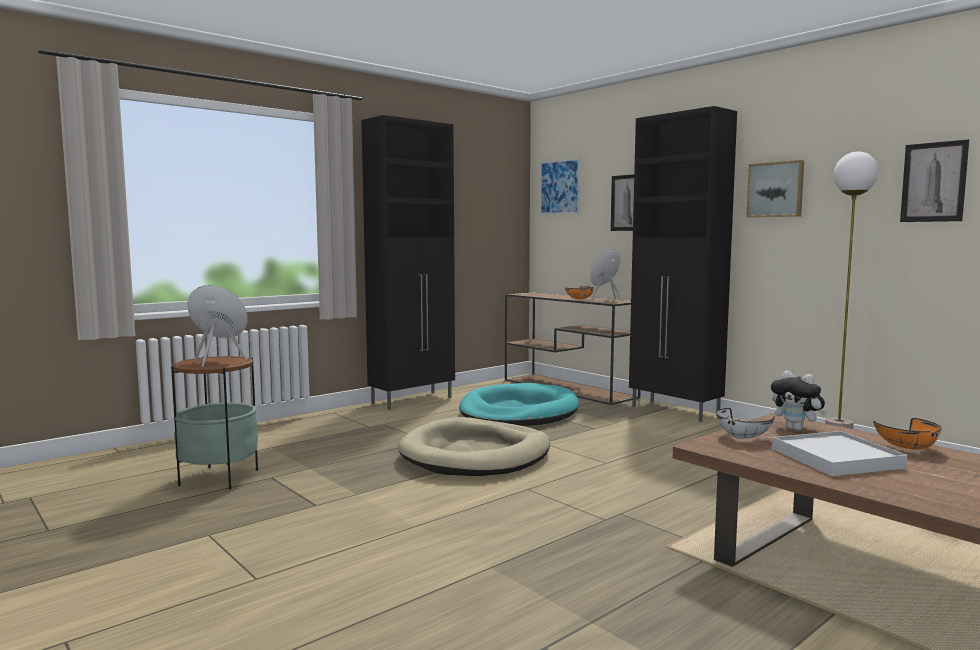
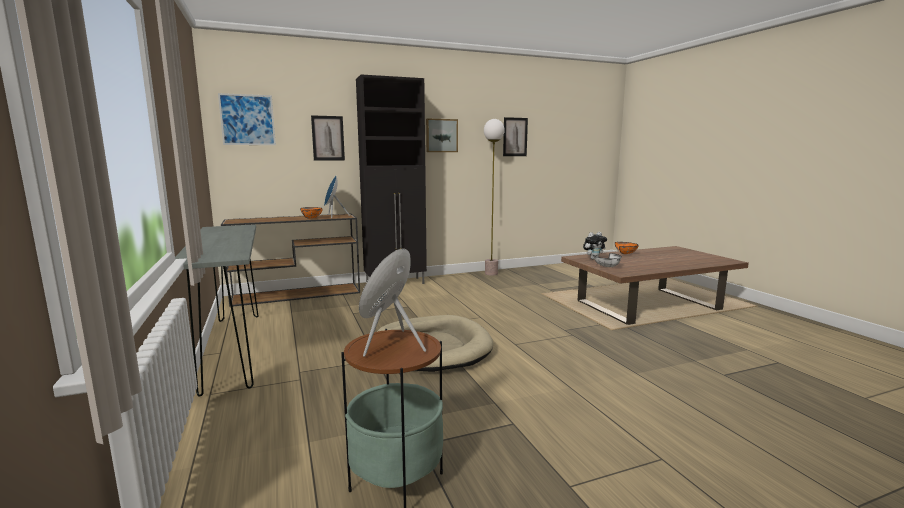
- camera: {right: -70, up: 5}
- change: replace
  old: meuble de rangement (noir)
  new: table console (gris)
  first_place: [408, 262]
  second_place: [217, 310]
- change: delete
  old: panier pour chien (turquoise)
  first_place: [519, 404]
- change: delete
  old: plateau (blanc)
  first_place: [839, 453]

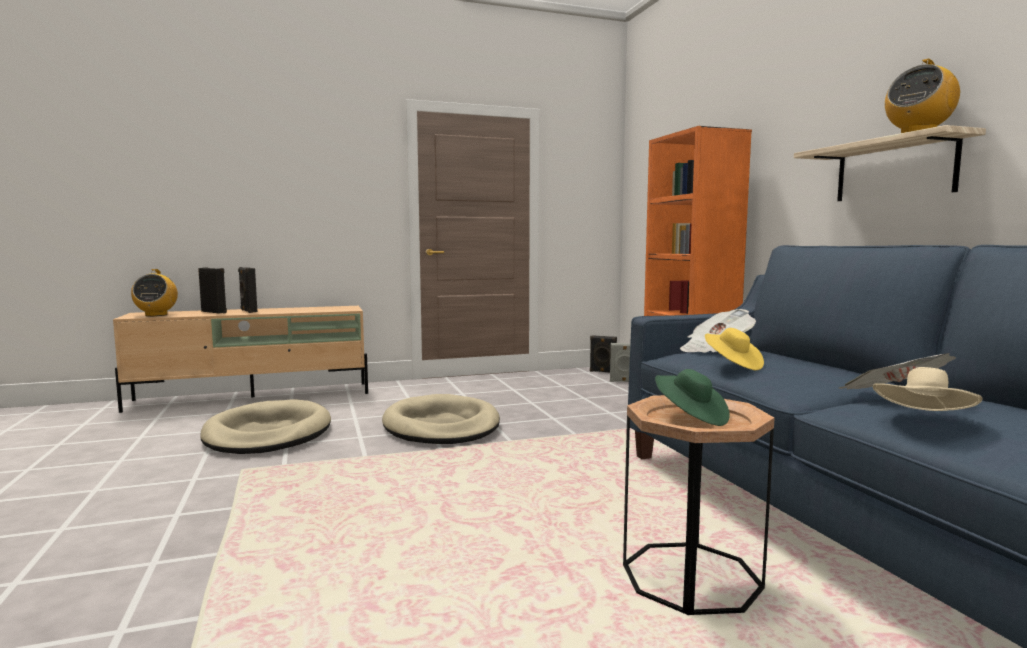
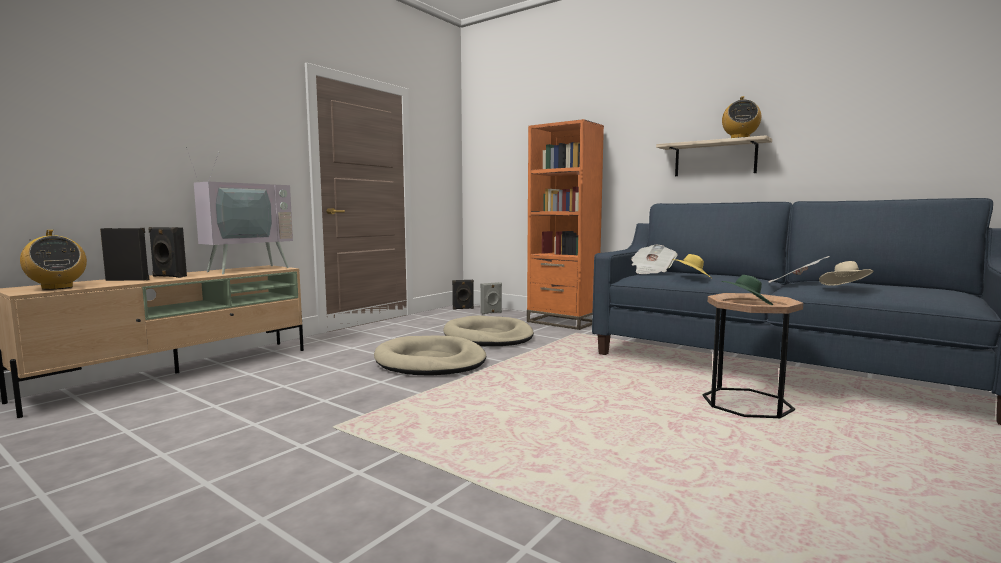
- camera: {right: -35, up: 0}
- change: move
  old: panier pour chien (beige)
  first_place: [265, 426]
  second_place: [488, 331]
- change: insert
  new: téléviseur
  second_place: [239, 210]

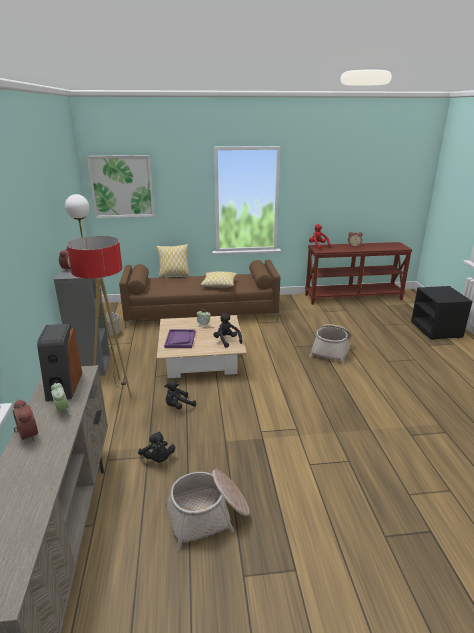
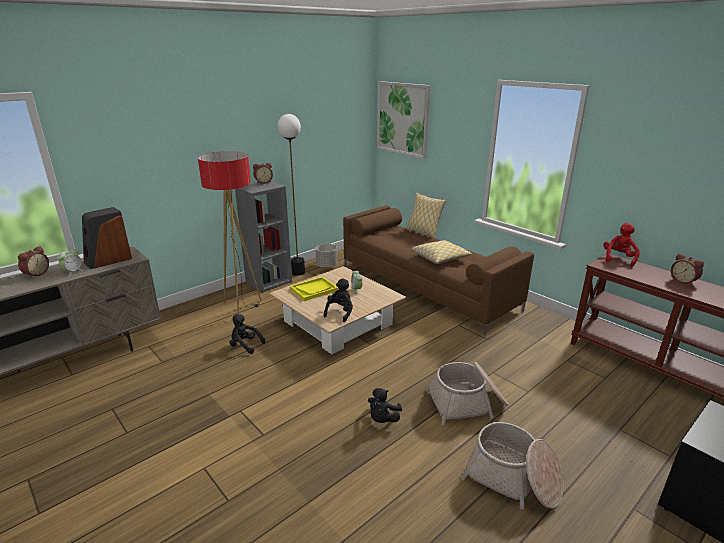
- camera: {right: 55, up: 0}
- change: move
  old: peluche (noir)
  first_place: [156, 447]
  second_place: [385, 405]
- change: recolor
  old: plateau (violet)
  new: plateau (jaune)
  first_place: [179, 338]
  second_place: [314, 289]
- change: move
  old: panier
  first_place: [207, 509]
  second_place: [512, 466]

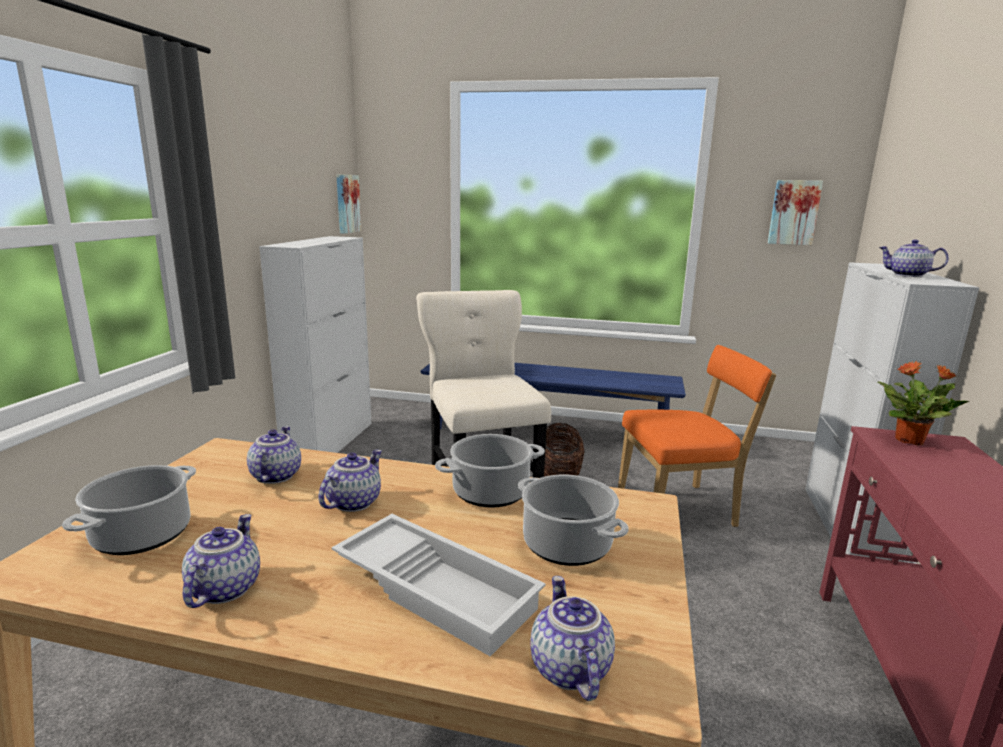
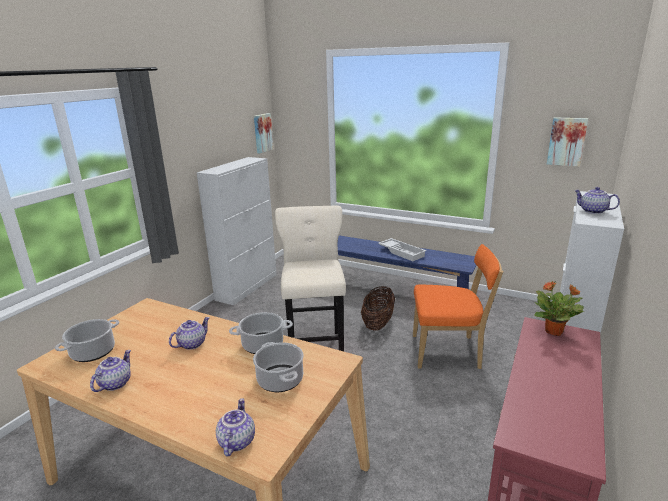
- camera: {right: 15, up: 5}
- change: delete
  old: théière
  first_place: [274, 455]
- change: move
  old: plateau (blanc)
  first_place: [439, 585]
  second_place: [403, 249]

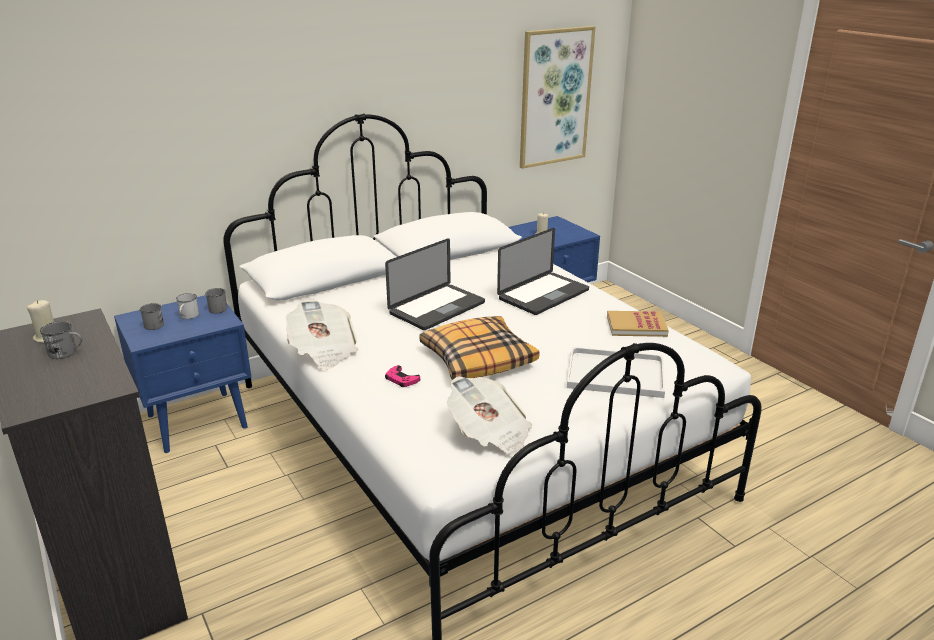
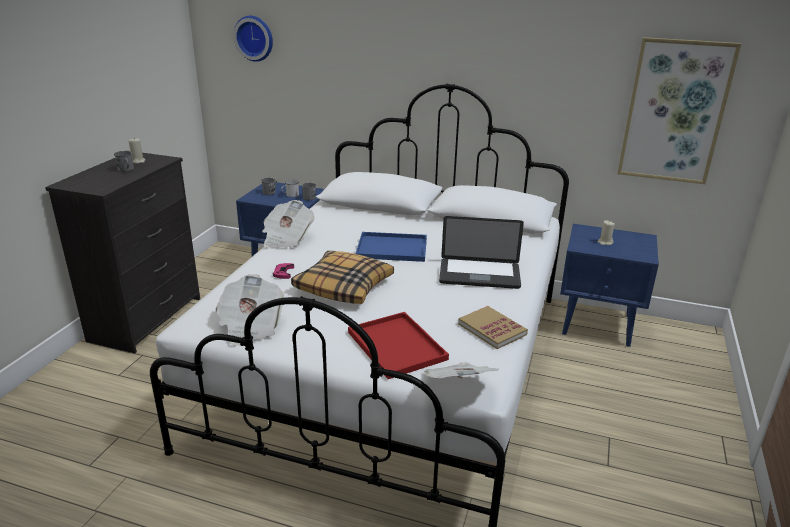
- camera: {right: 50, up: 0}
- change: replace
  old: ordinateur portable
  new: plateau (bleu)
  first_place: [435, 284]
  second_place: [391, 247]
- change: recolor
  old: plateau (blanc)
  new: plateau (rouge)
  first_place: [616, 372]
  second_place: [398, 345]
- change: insert
  new: horloge murale
  second_place: [253, 39]
- change: insert
  new: journal
  second_place: [461, 370]

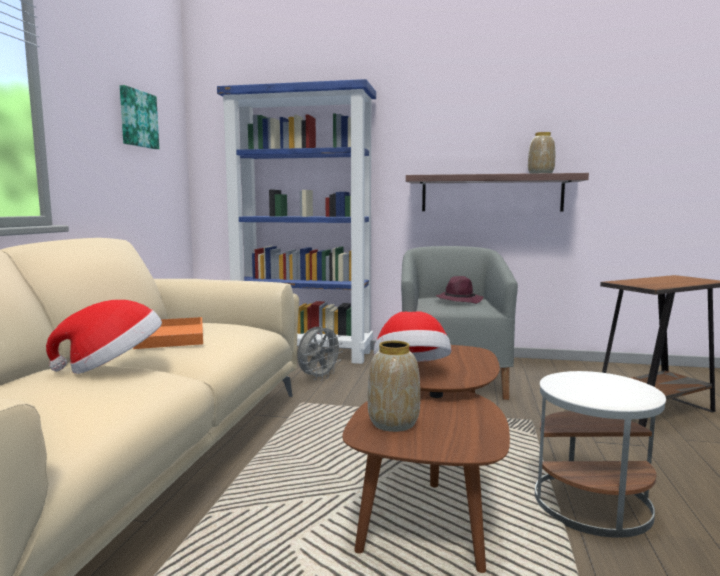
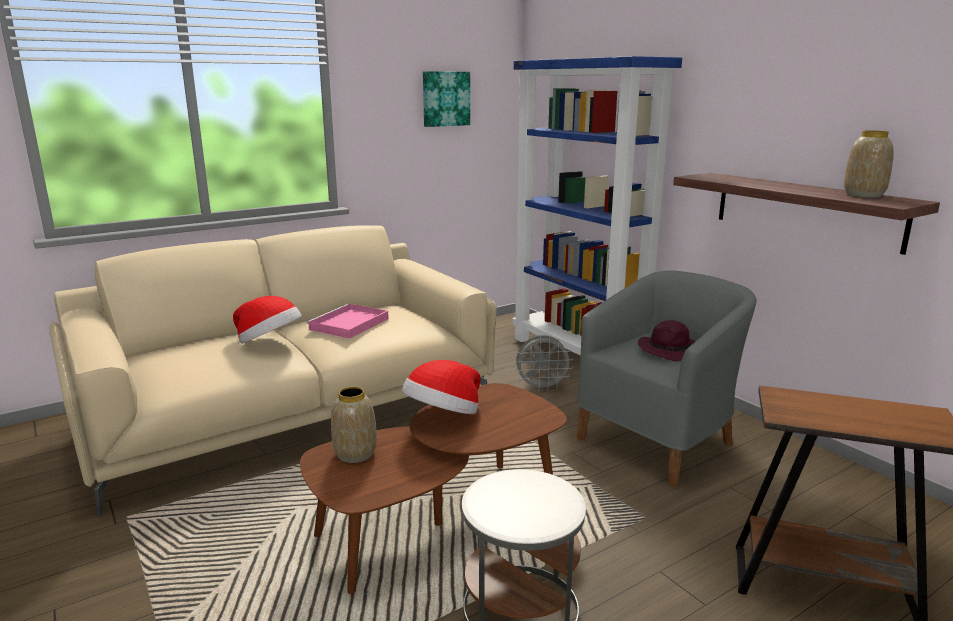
- camera: {right: 45, up: 10}
- change: recolor
  old: plateau (orange)
  new: plateau (rose)
  first_place: [168, 333]
  second_place: [348, 321]

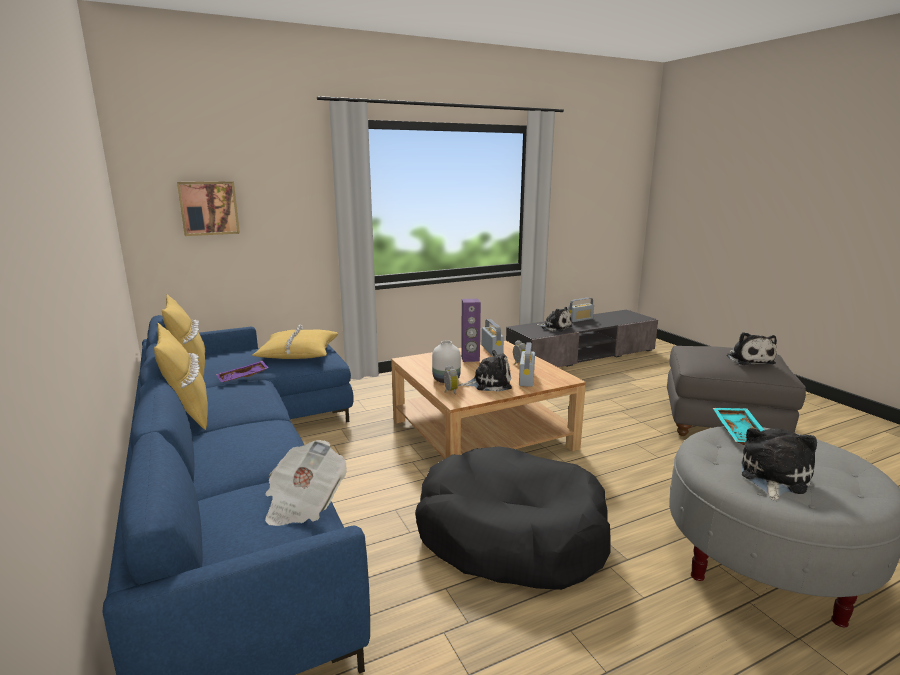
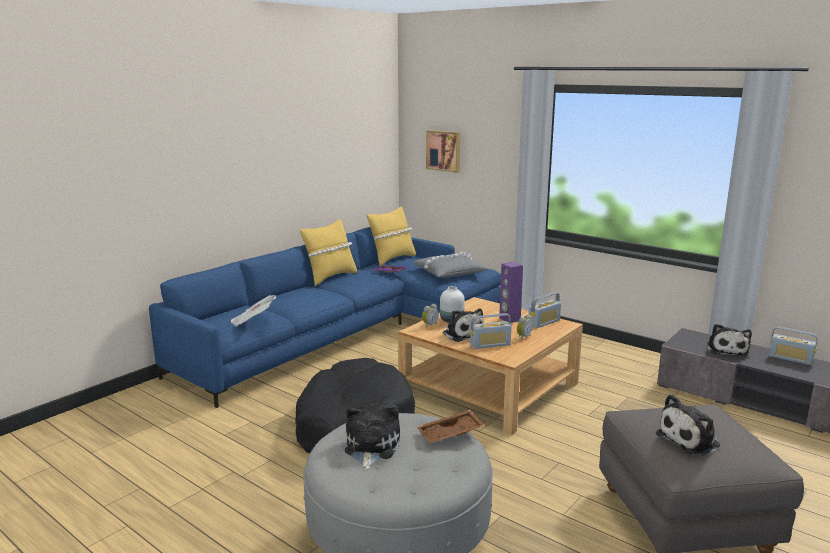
- camera: {right: 65, up: 0}
- change: recolor
  old: coussin (jaune)
  new: coussin (gris)
  first_place: [295, 342]
  second_place: [450, 265]
- change: recolor
  old: plateau (turquoise)
  new: plateau (marron)
  first_place: [738, 426]
  second_place: [451, 426]
- change: rotate
  old: peluche
  first_place: [779, 464]
  second_place: [372, 436]
  degrees: -90

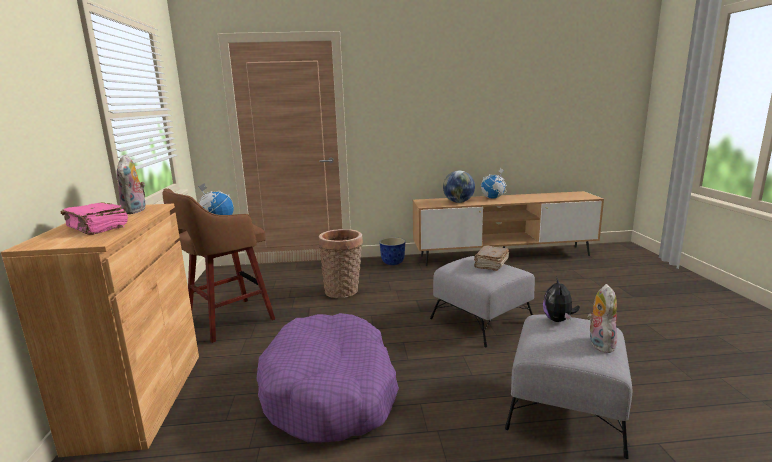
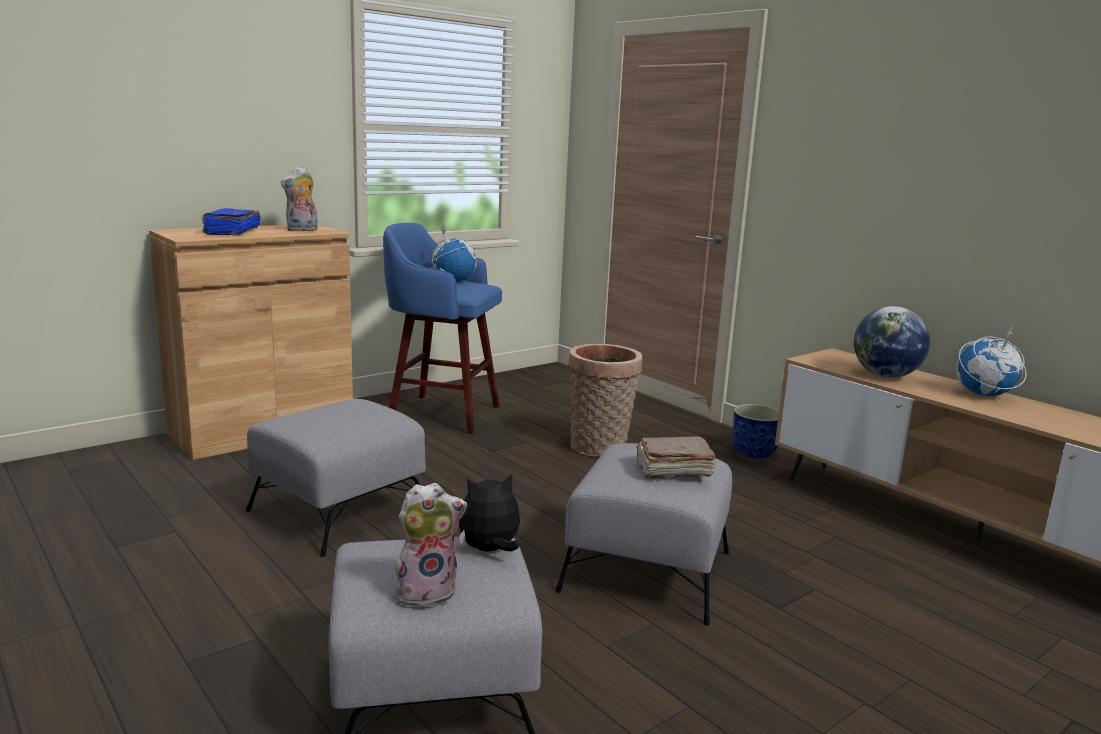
- camera: {right: 55, up: 0}
- change: recolor
  old: livre (rose)
  new: livre (bleu)
  first_place: [94, 218]
  second_place: [231, 222]
- change: recolor
  old: tabouret (marron)
  new: tabouret (bleu)
  first_place: [219, 265]
  second_place: [442, 328]
- change: replace
  old: panier pour chien (violet)
  new: pouf (gris)
  first_place: [327, 378]
  second_place: [336, 478]

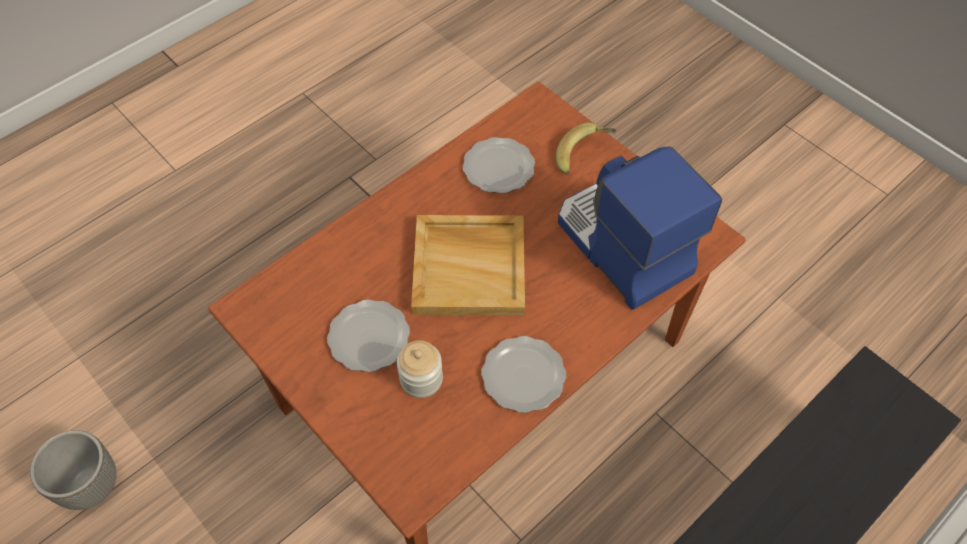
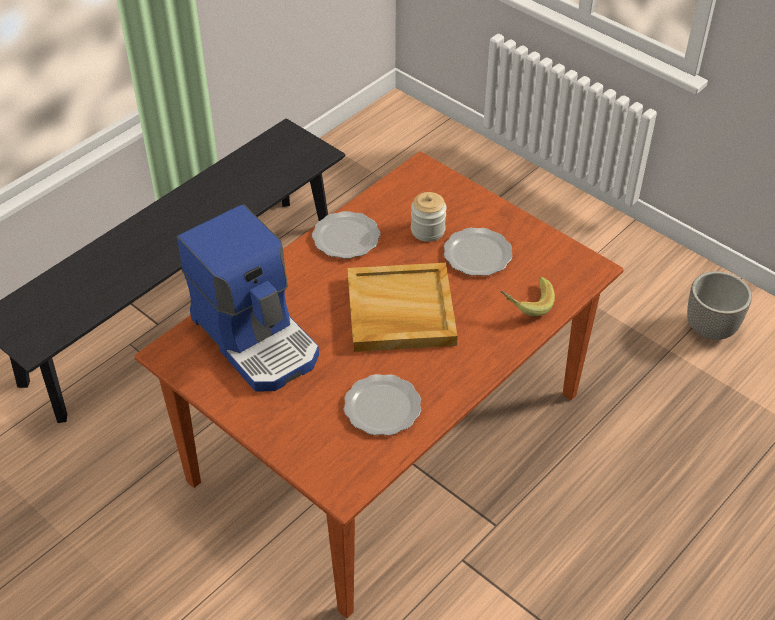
- camera: {right: 175, up: -10}
- change: move
  old: banane
  first_place: [586, 149]
  second_place: [527, 296]

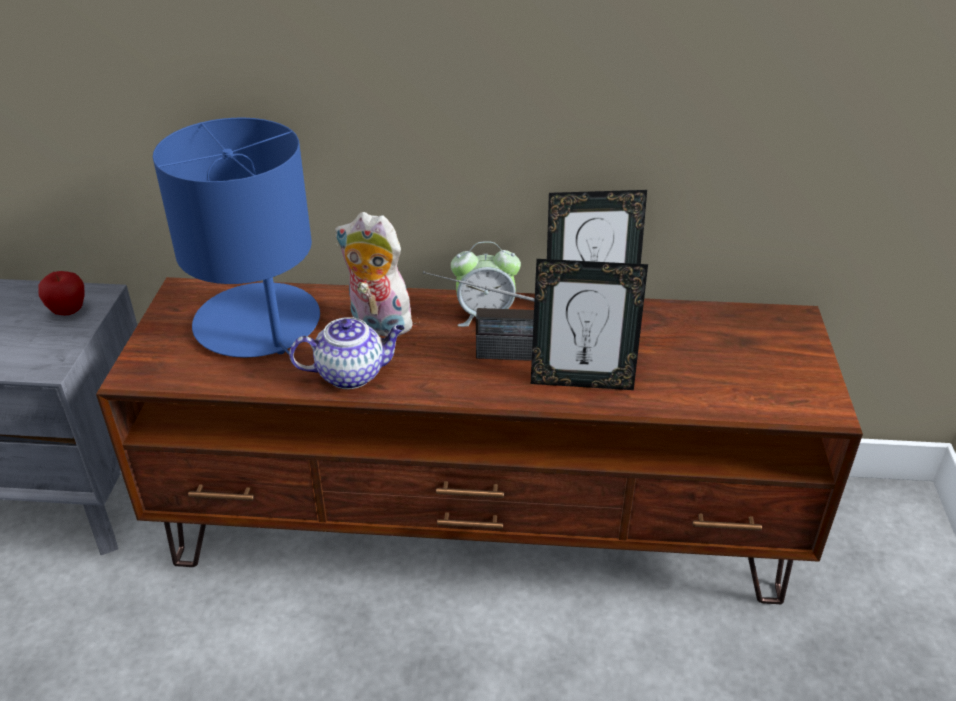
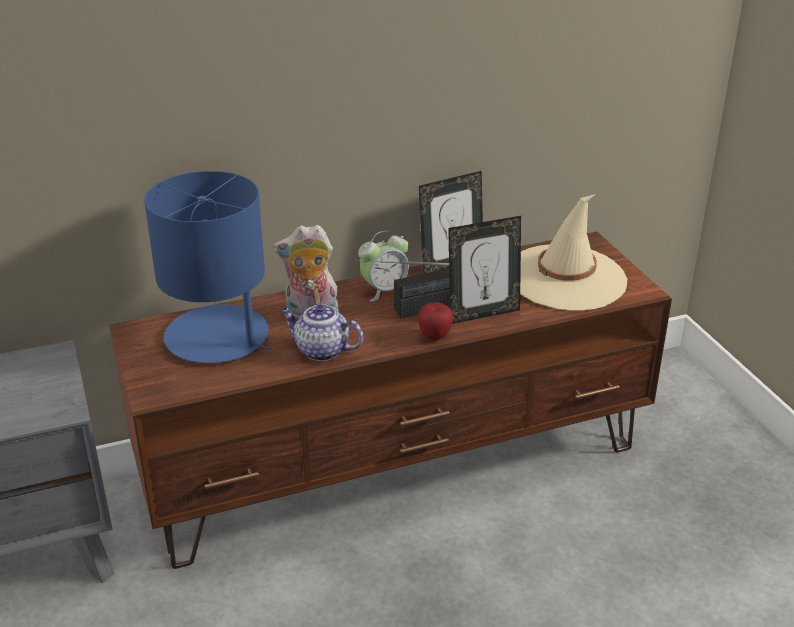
- camera: {right: -25, up: -5}
- change: move
  old: pomme
  first_place: [61, 293]
  second_place: [435, 321]
- change: rotate
  old: théière
  first_place: [347, 353]
  second_place: [321, 333]
  degrees: -120
- change: insert
  new: chapeau (beige)
  second_place: [573, 252]

